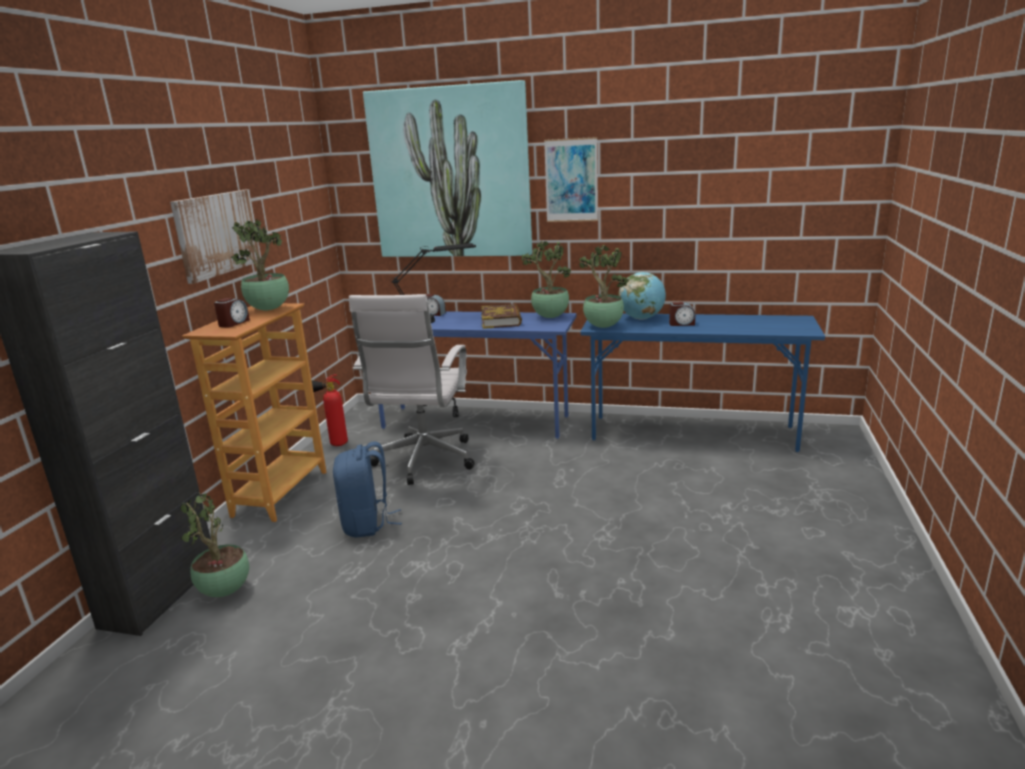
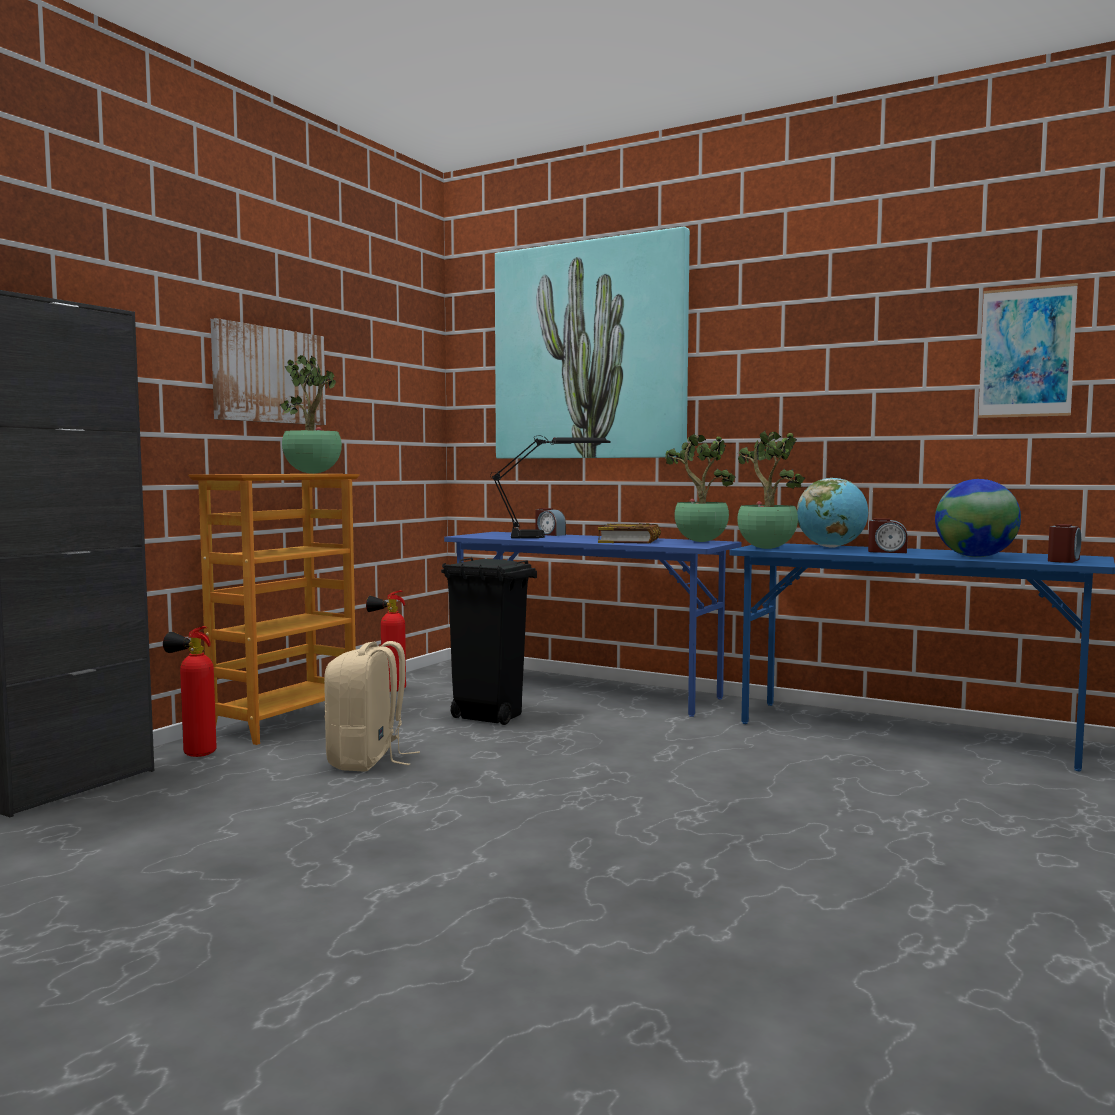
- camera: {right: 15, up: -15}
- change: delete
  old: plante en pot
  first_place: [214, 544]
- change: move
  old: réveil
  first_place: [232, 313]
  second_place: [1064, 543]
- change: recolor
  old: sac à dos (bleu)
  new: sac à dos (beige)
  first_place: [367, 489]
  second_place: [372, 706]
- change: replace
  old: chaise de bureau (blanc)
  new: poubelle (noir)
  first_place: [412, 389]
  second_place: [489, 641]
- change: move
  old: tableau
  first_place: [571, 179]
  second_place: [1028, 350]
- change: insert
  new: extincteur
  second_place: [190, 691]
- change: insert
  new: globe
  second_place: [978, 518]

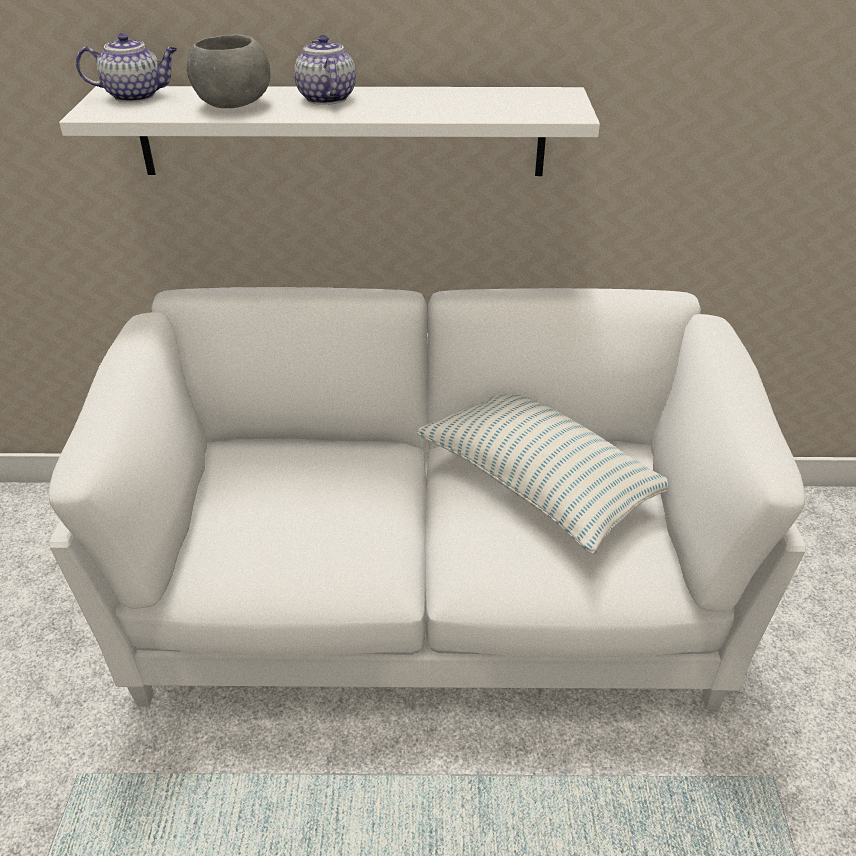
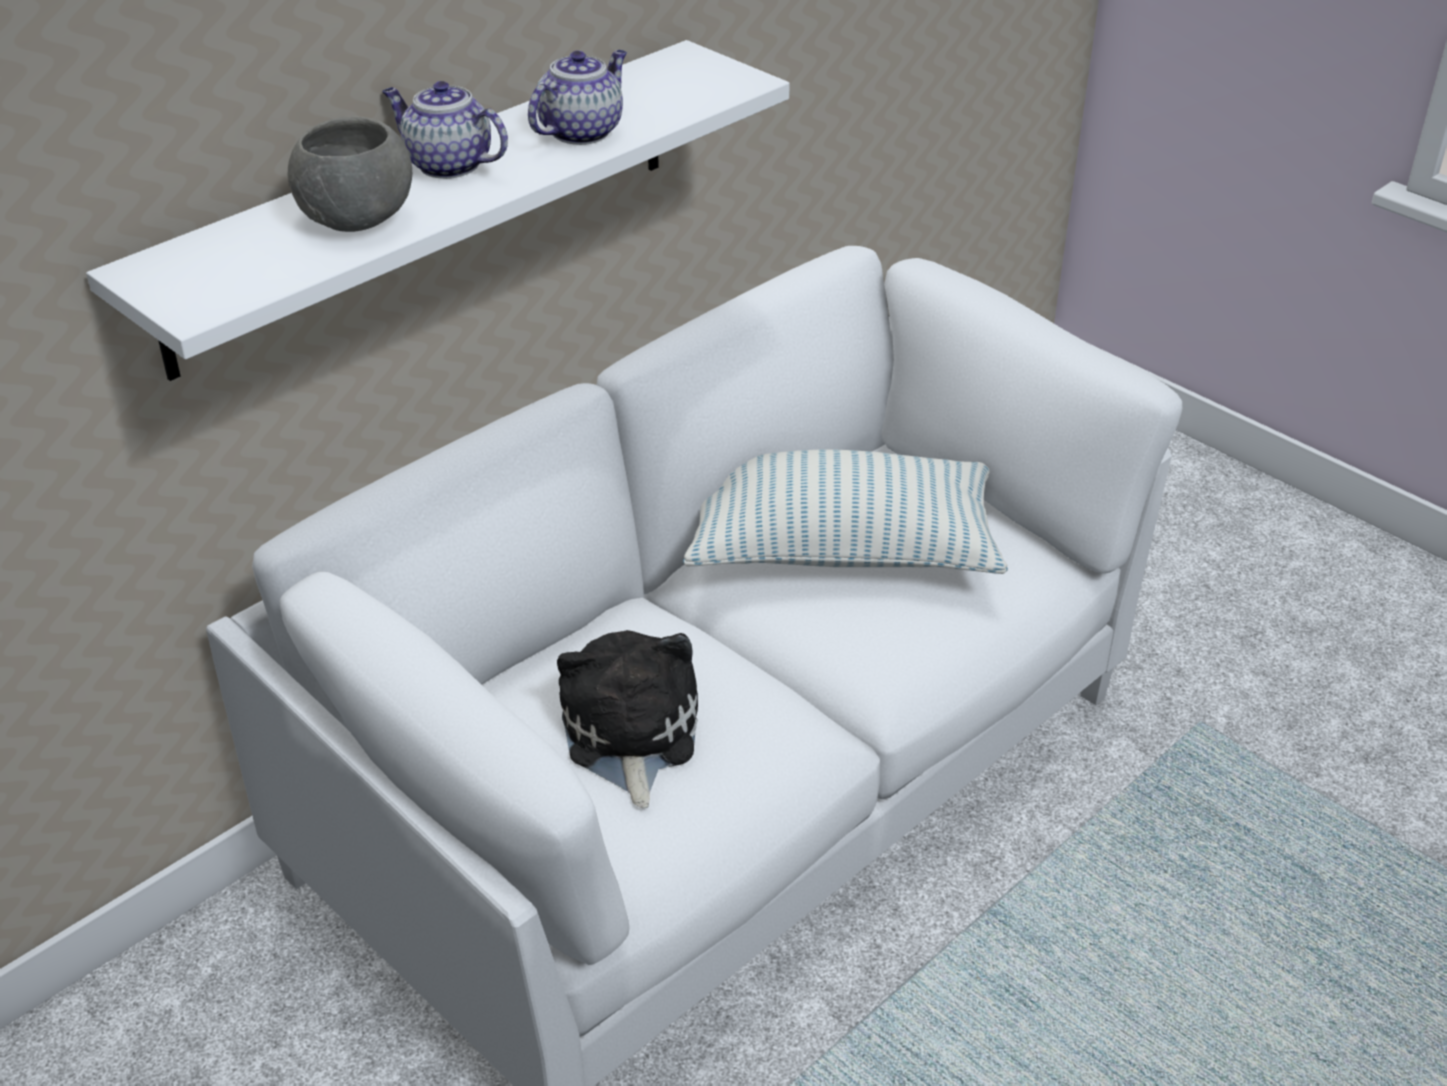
- camera: {right: -45, up: 0}
- change: move
  old: théière
  first_place: [126, 67]
  second_place: [577, 97]
- change: insert
  new: peluche
  second_place: [627, 719]

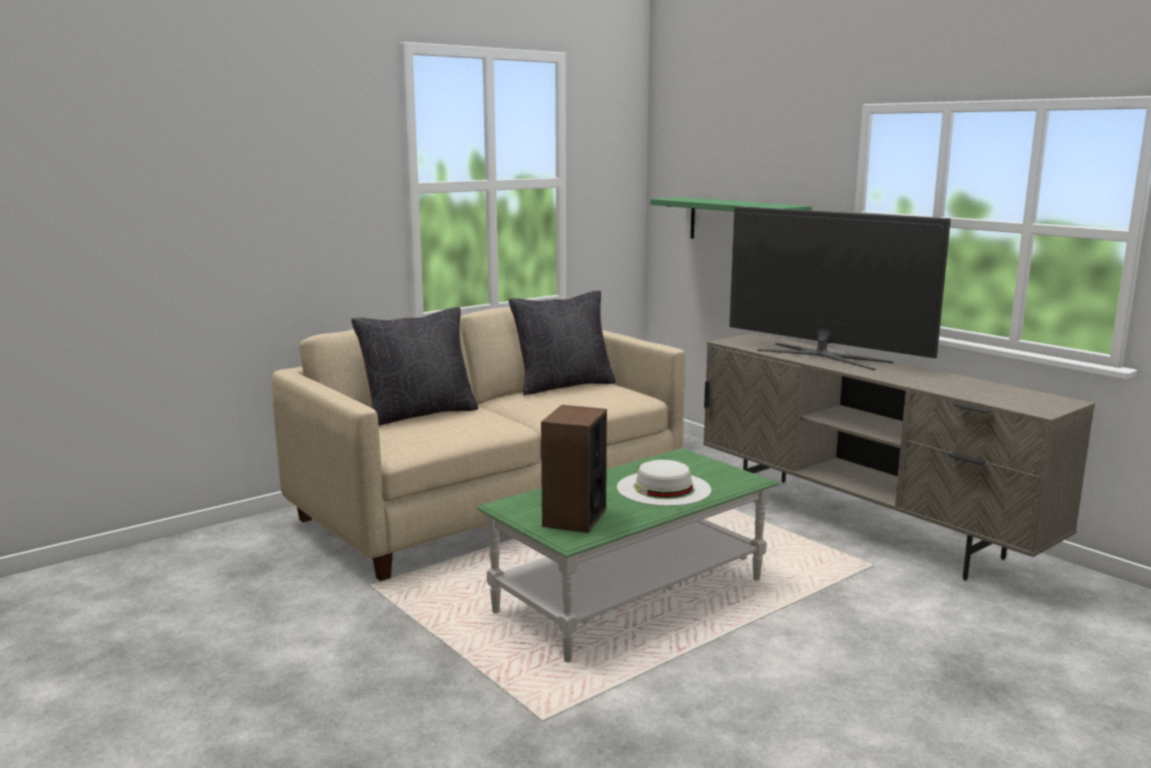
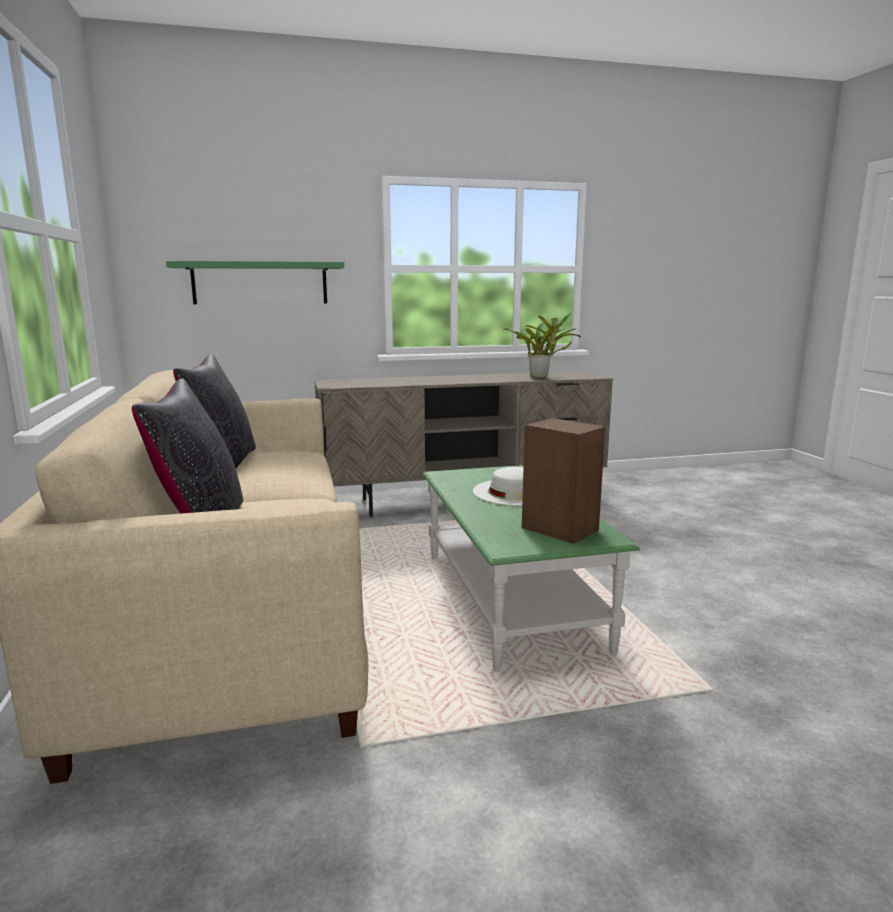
- camera: {right: -65, up: 0}
- change: delete
  old: téléviseur
  first_place: [840, 288]
- change: insert
  new: plante en pot
  second_place: [542, 345]

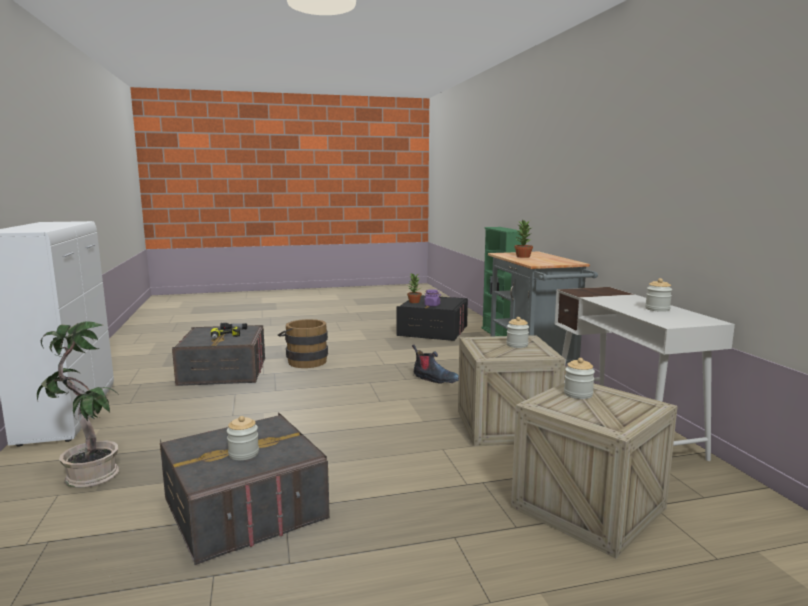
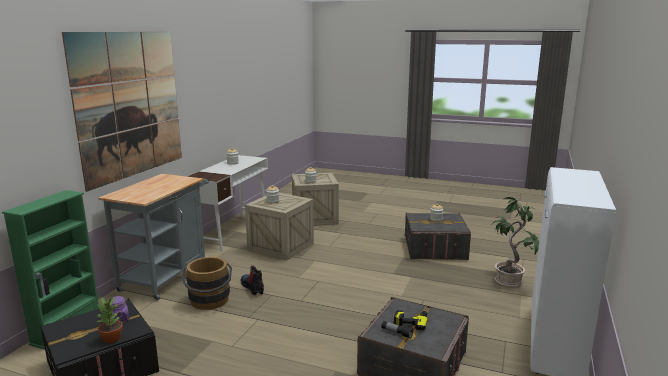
- camera: {right: -145, up: 5}
- change: move
  old: seau (marron)
  first_place: [303, 343]
  second_place: [207, 283]
- change: delete
  old: plante en pot
  first_place: [523, 239]
- change: insert
  new: tableau
  second_place: [122, 112]

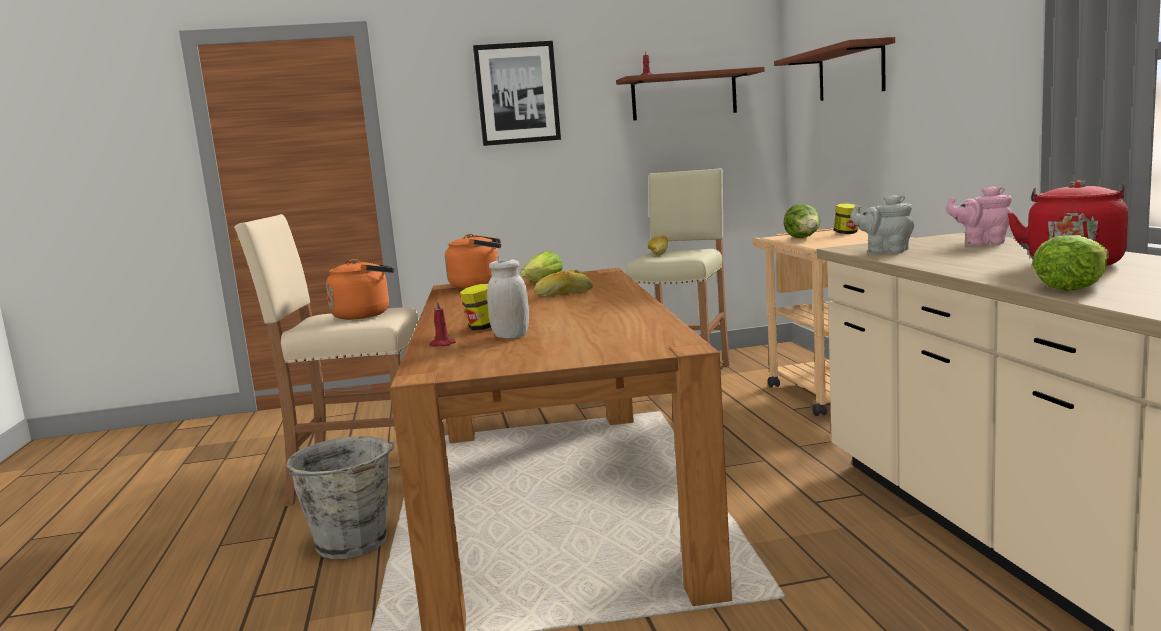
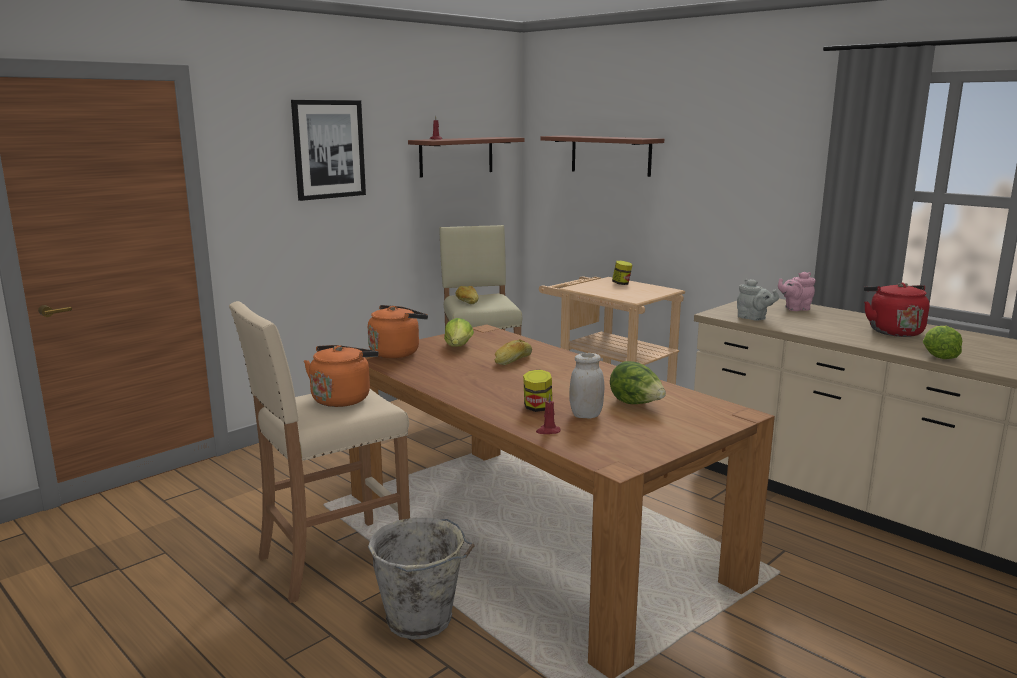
- camera: {right: -35, up: 5}
- change: move
  old: laitue
  first_place: [802, 221]
  second_place: [638, 382]
- change: rotate
  old: théière (gris)
  first_place: [882, 224]
  second_place: [758, 300]
  degrees: -135

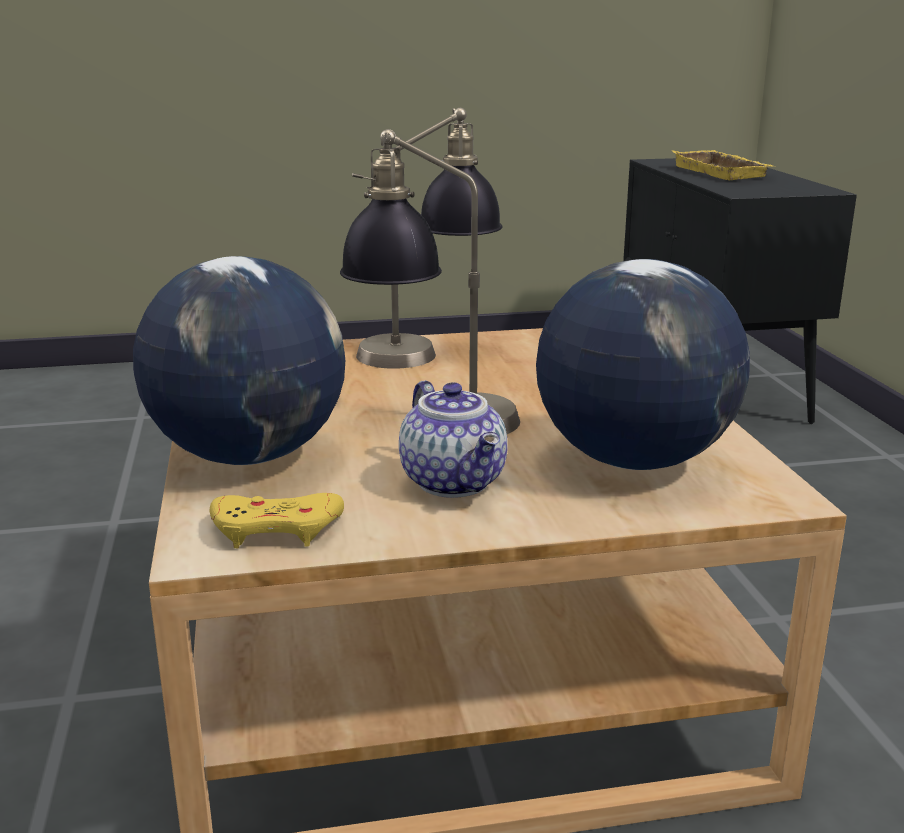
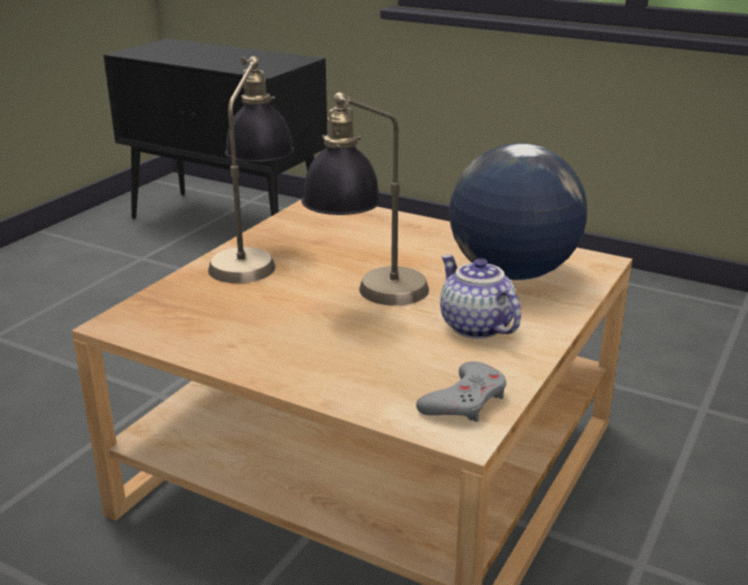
- camera: {right: -50, up: 5}
- change: delete
  old: globe
  first_place: [239, 360]
- change: recolor
  old: manette (jaune)
  new: manette (gris)
  first_place: [277, 520]
  second_place: [461, 391]
- change: rotate
  old: théière
  first_place: [453, 439]
  second_place: [480, 297]
  degrees: -135
- change: delete
  old: plateau (jaune)
  first_place: [722, 165]

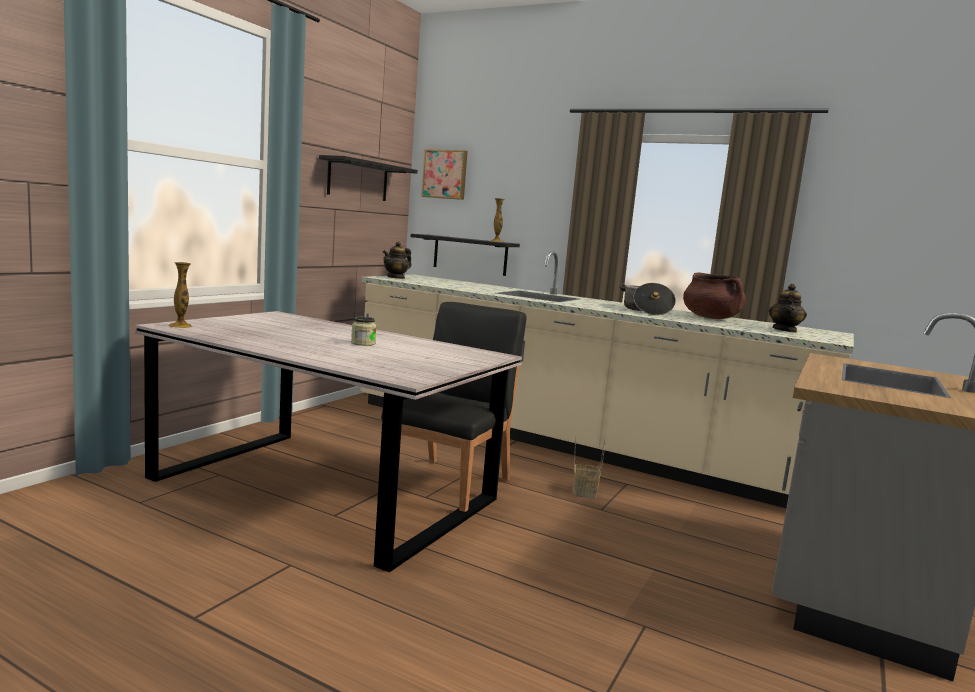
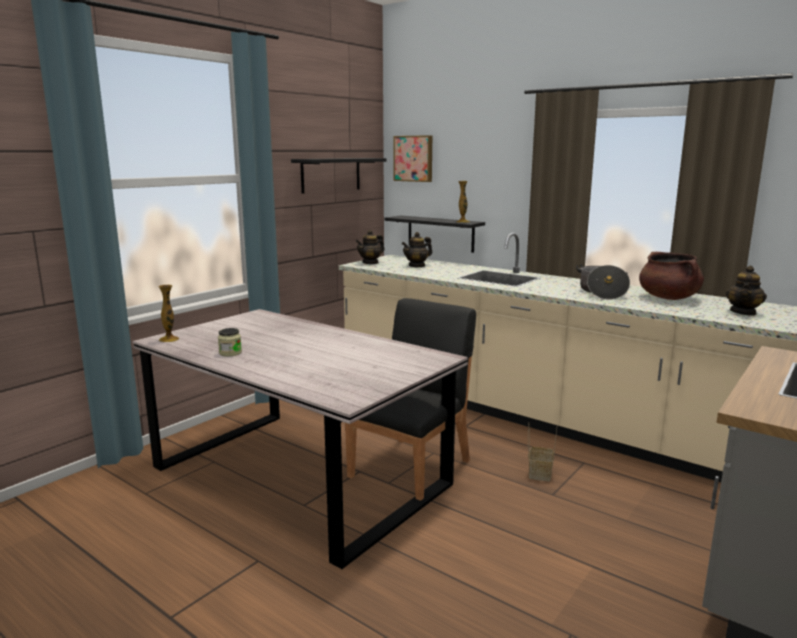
- camera: {right: 10, up: 5}
- change: move
  old: bocal
  first_place: [363, 331]
  second_place: [230, 342]
- change: insert
  new: théière
  second_place: [417, 249]

